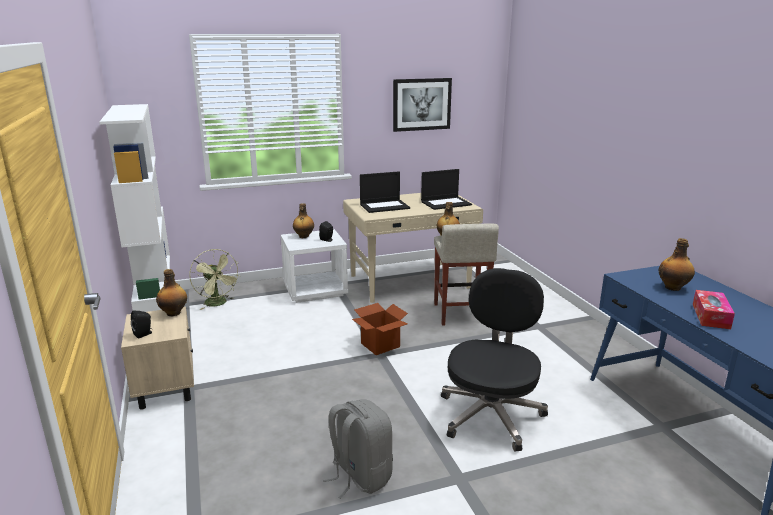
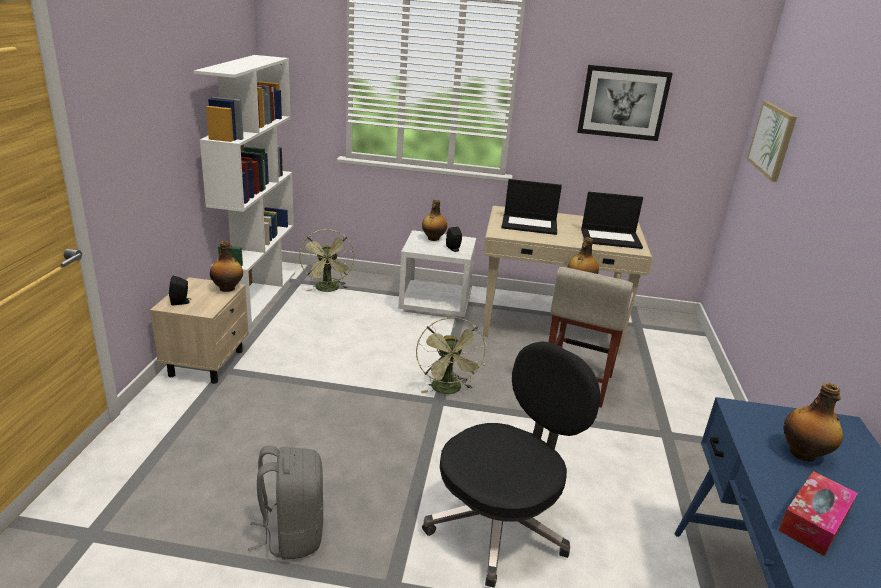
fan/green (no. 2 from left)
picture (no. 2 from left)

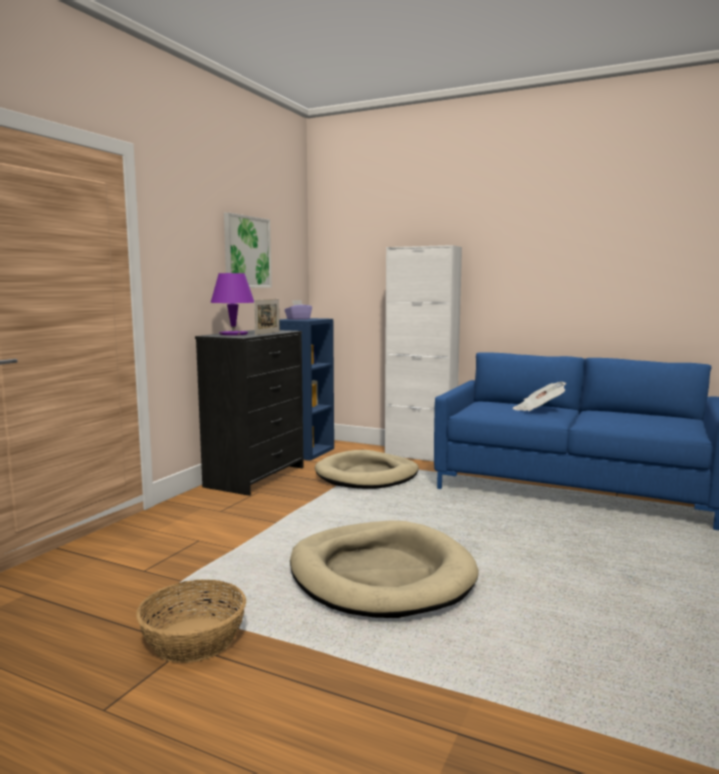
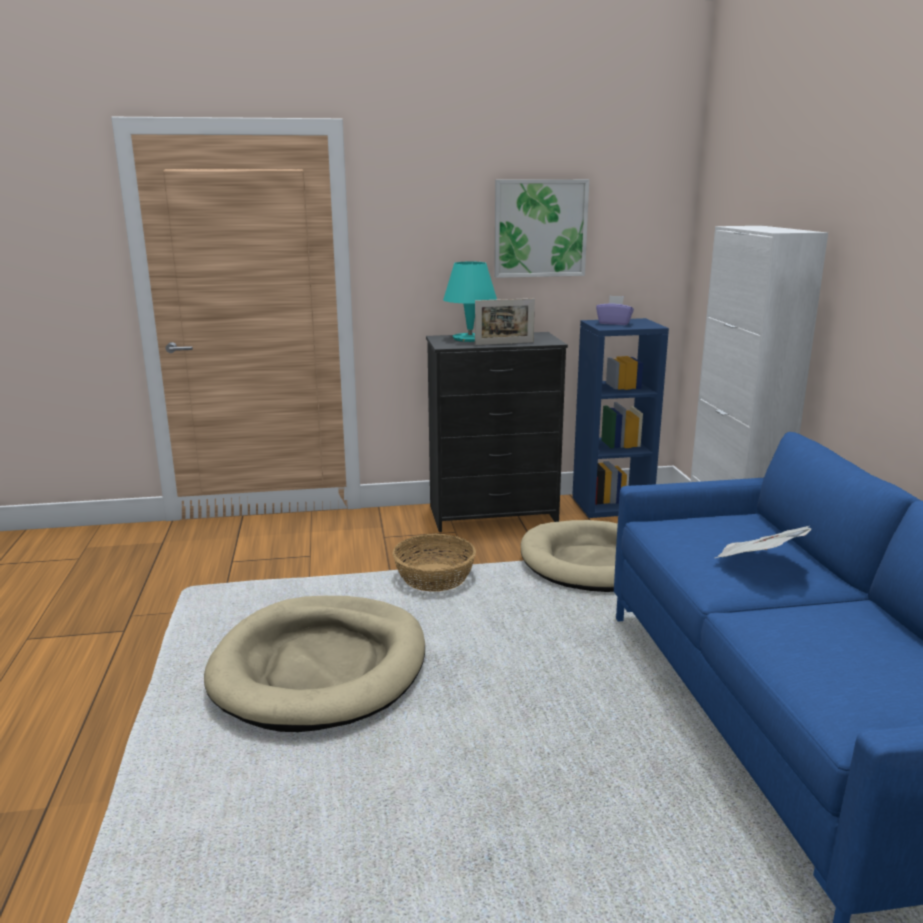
basket
table lamp/turquoise

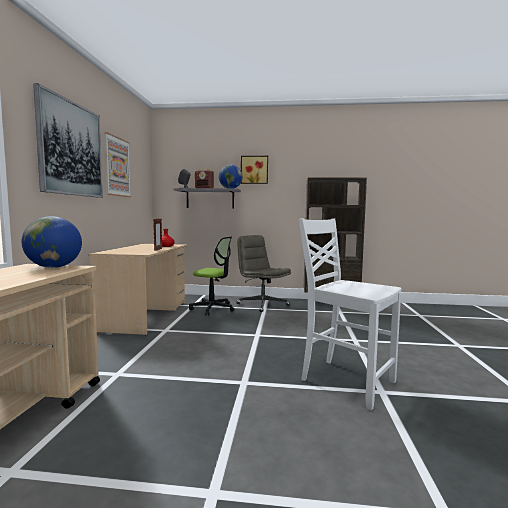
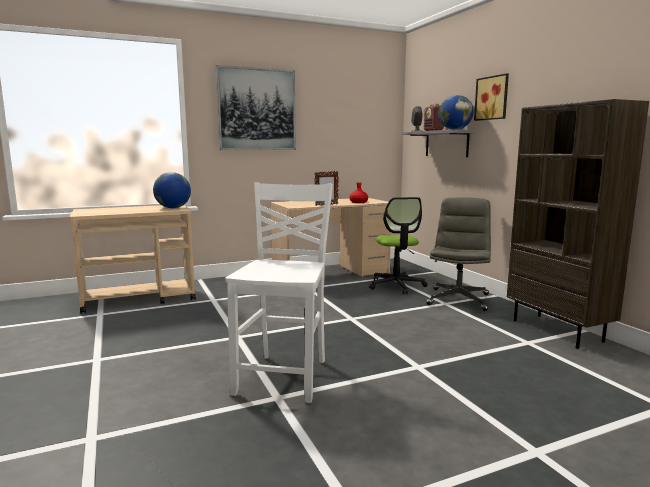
picture (no. 2 from left in the first image)

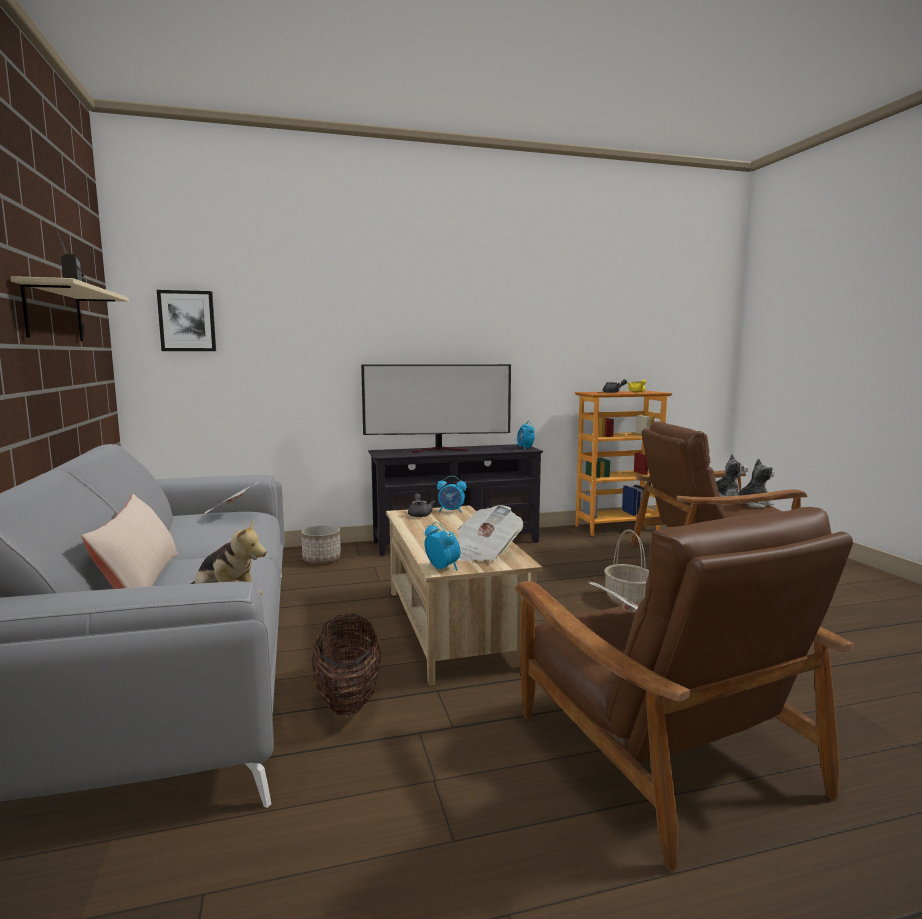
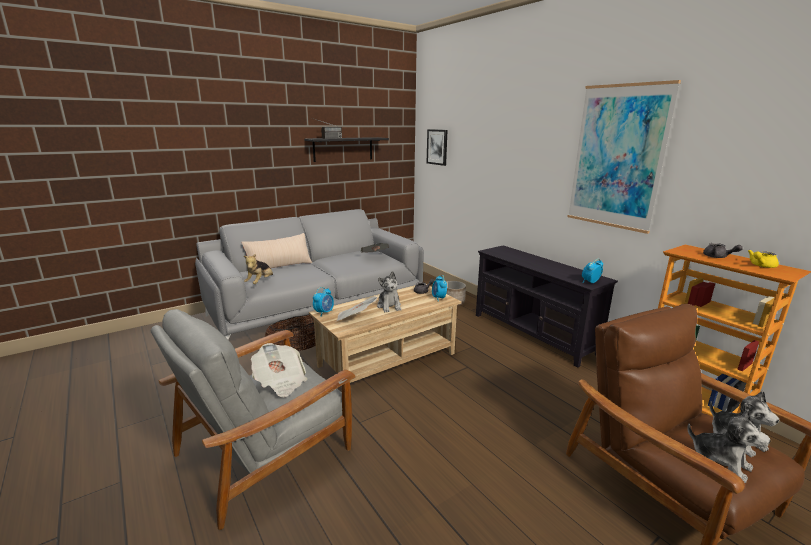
armchair/grey
shelf/black
plush toy (no. 2 from left)
picture (no. 2 from left)
television
basket (no. 2 from left in the first image)

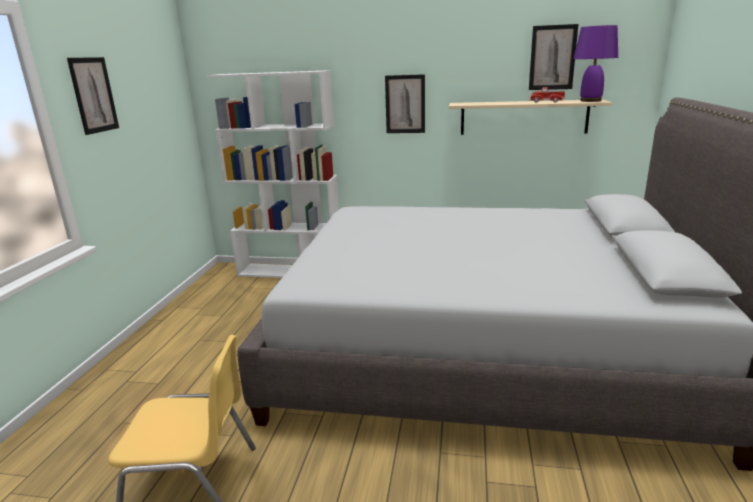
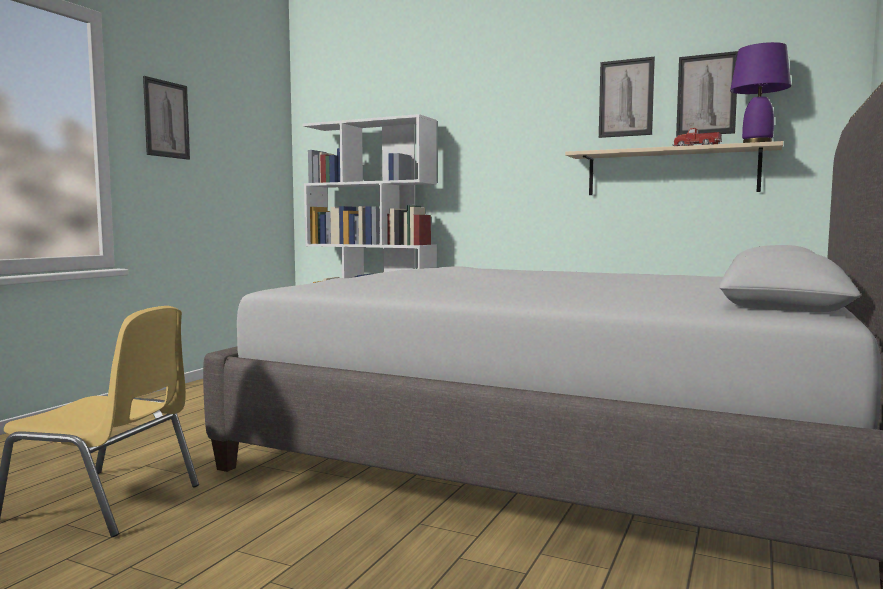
picture (no. 2 from left)

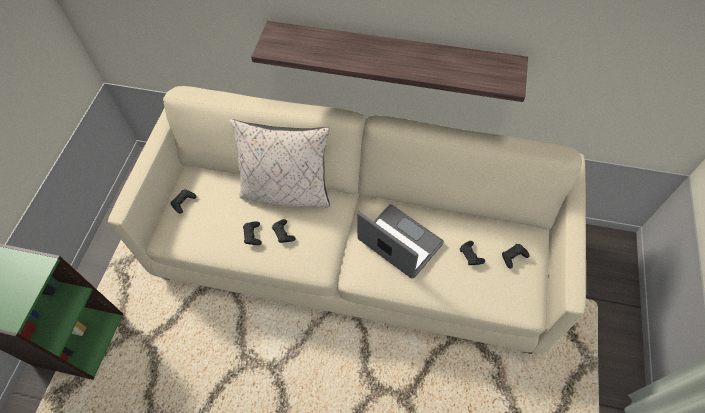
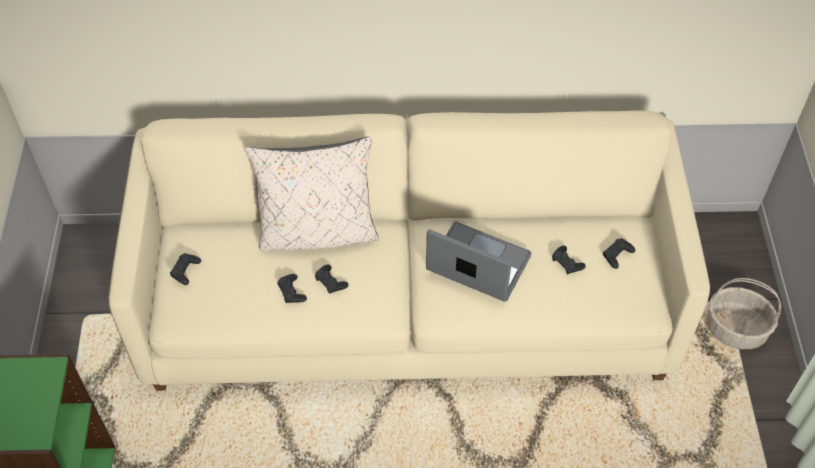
basket
shelf

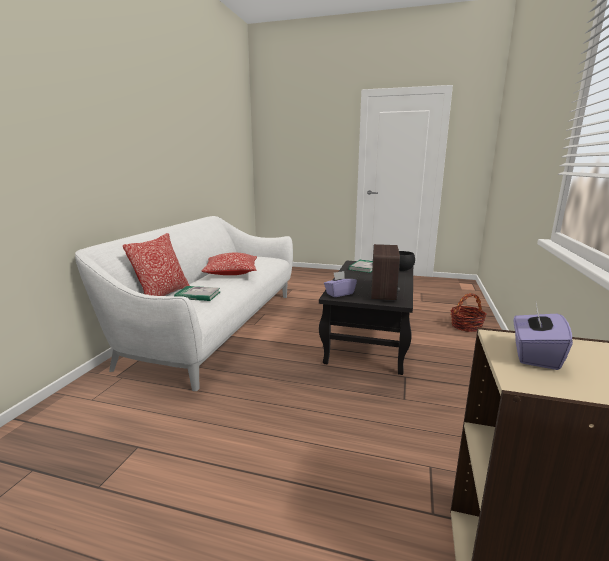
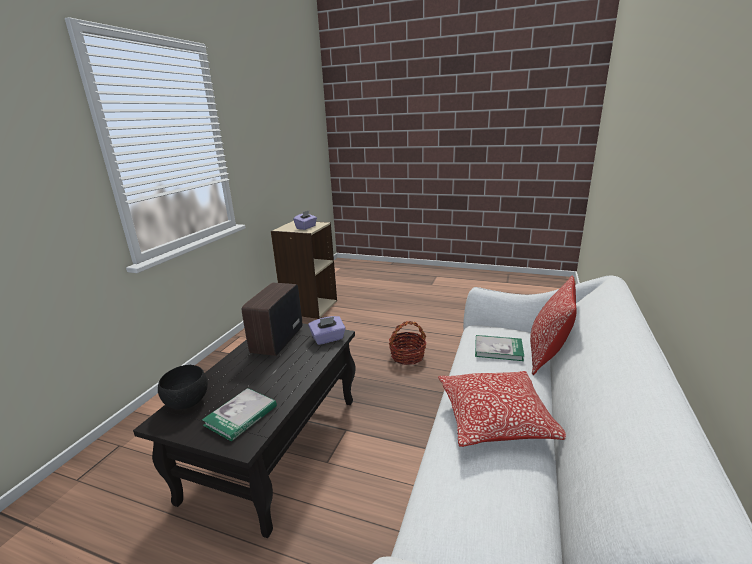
basket

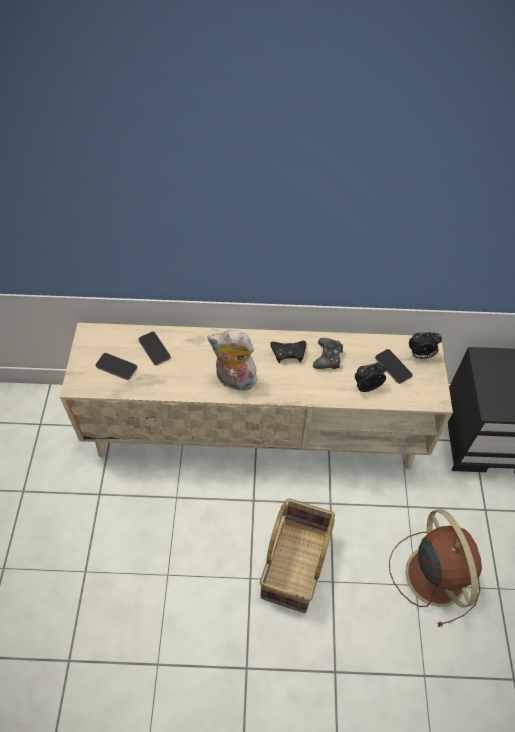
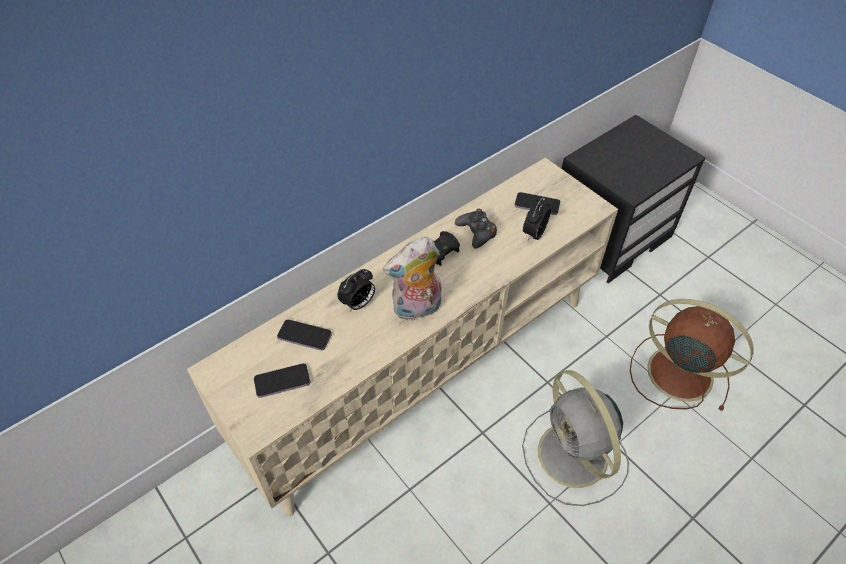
alarm clock (no. 1 from left)
fan/grey

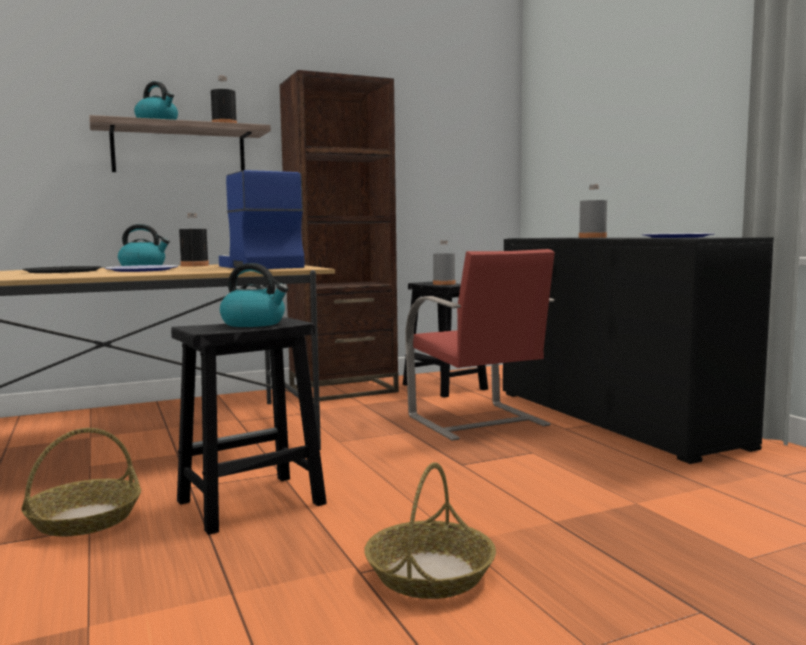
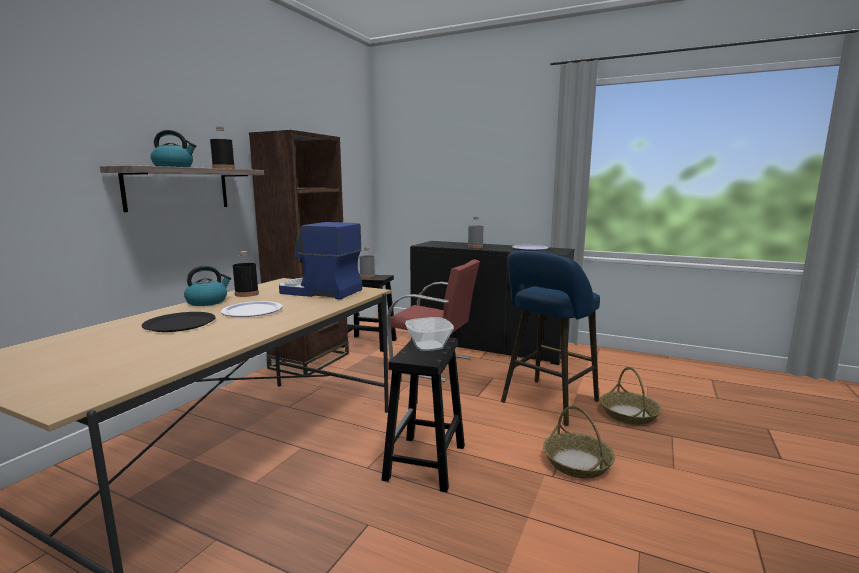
bowl
stool/blue
basket (no. 2 from left)

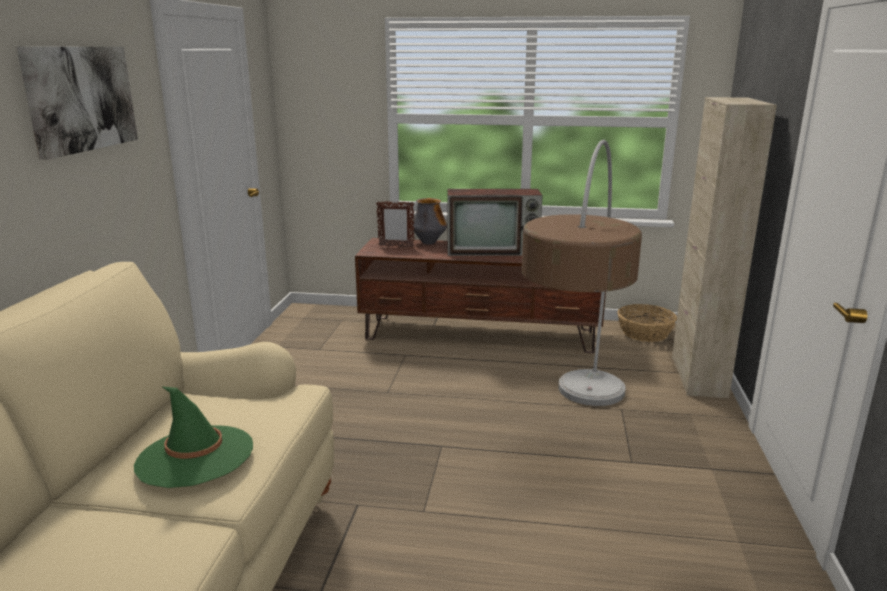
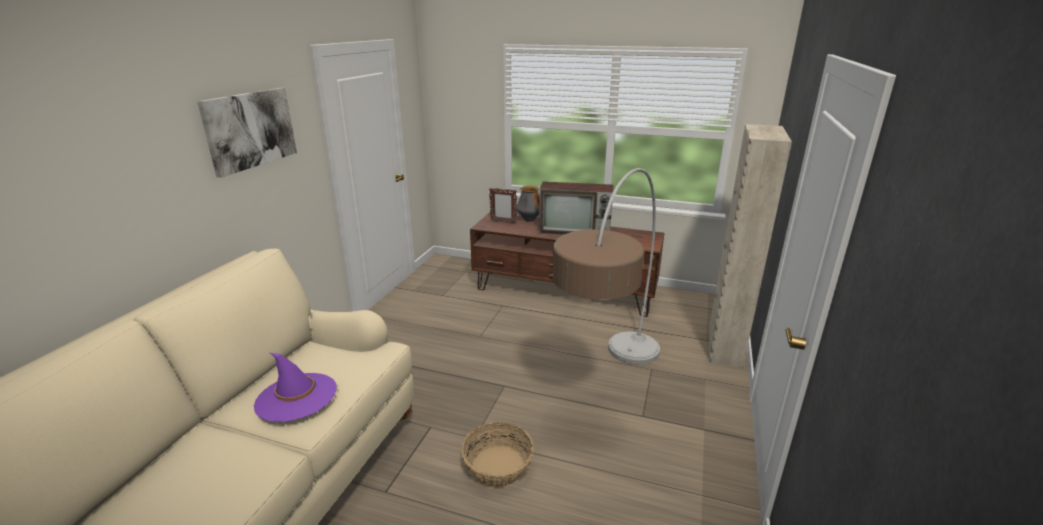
hat/purple
basket

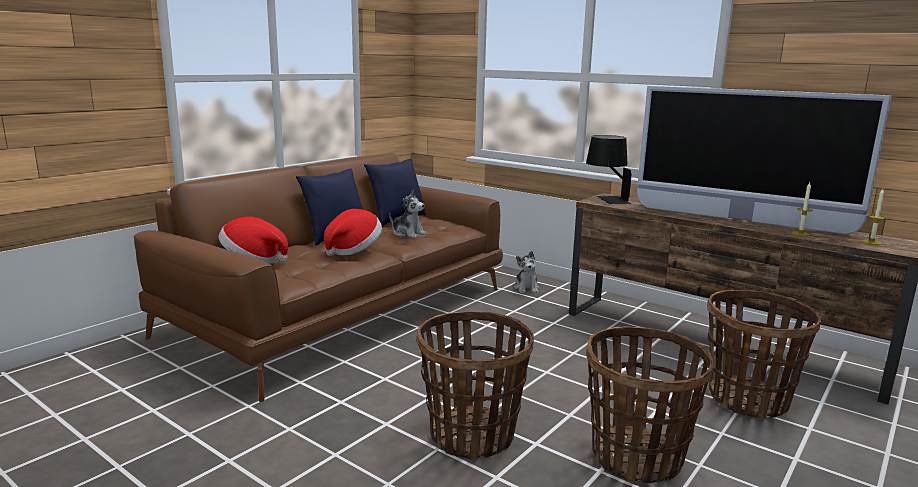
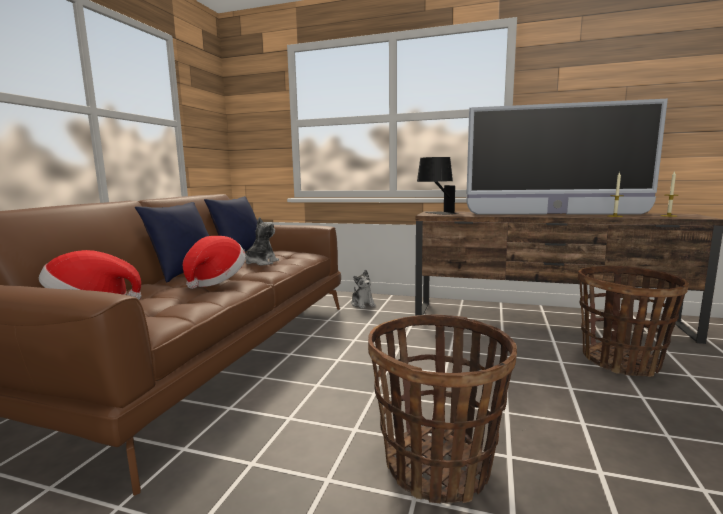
plush toy (no. 1 from left)
basket (no. 2 from left in the first image)

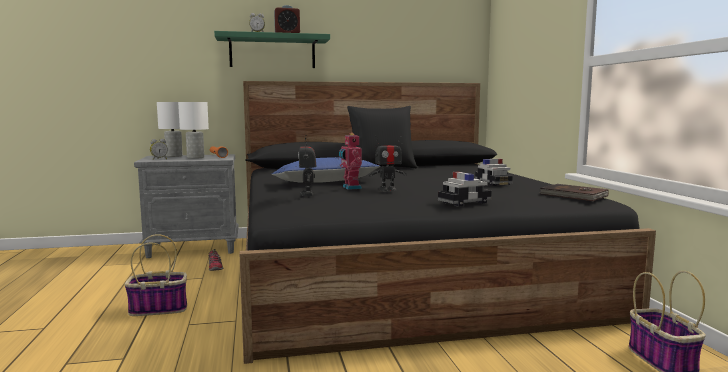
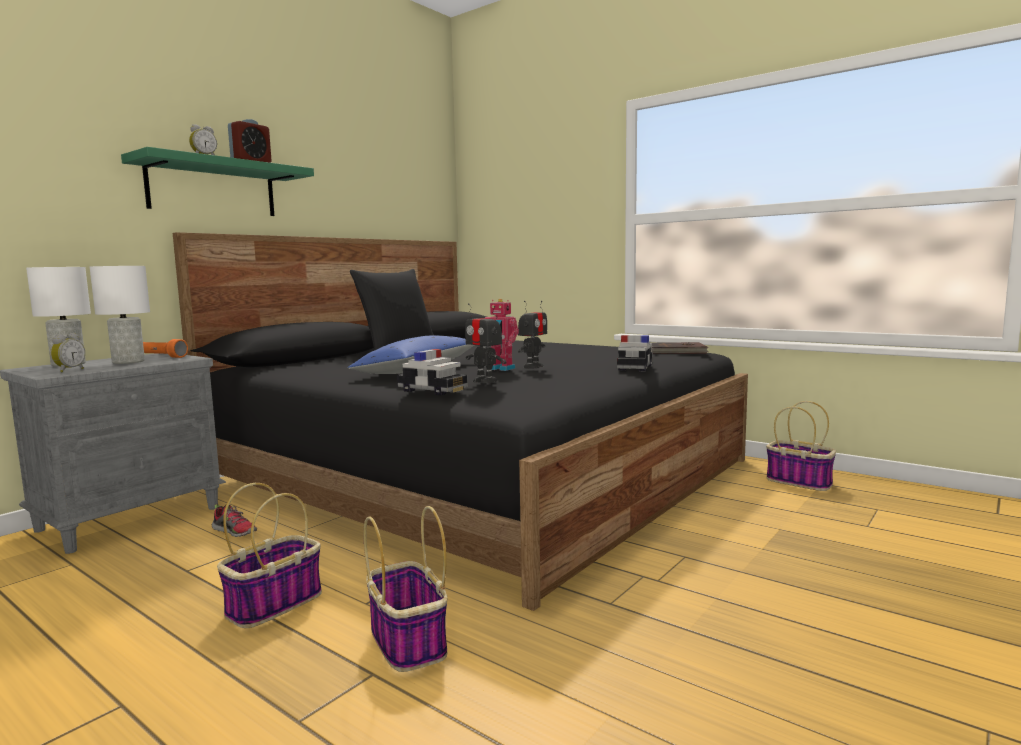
basket (no. 2 from left)
toy car (no. 1 from left)

